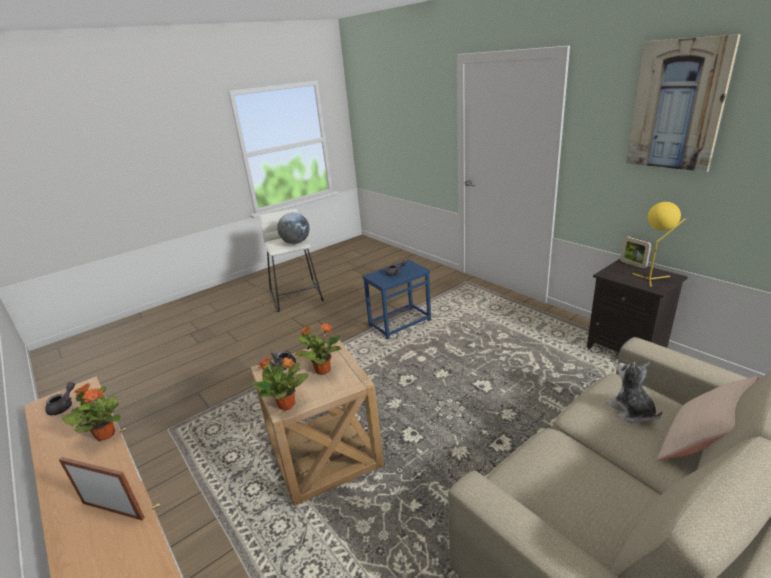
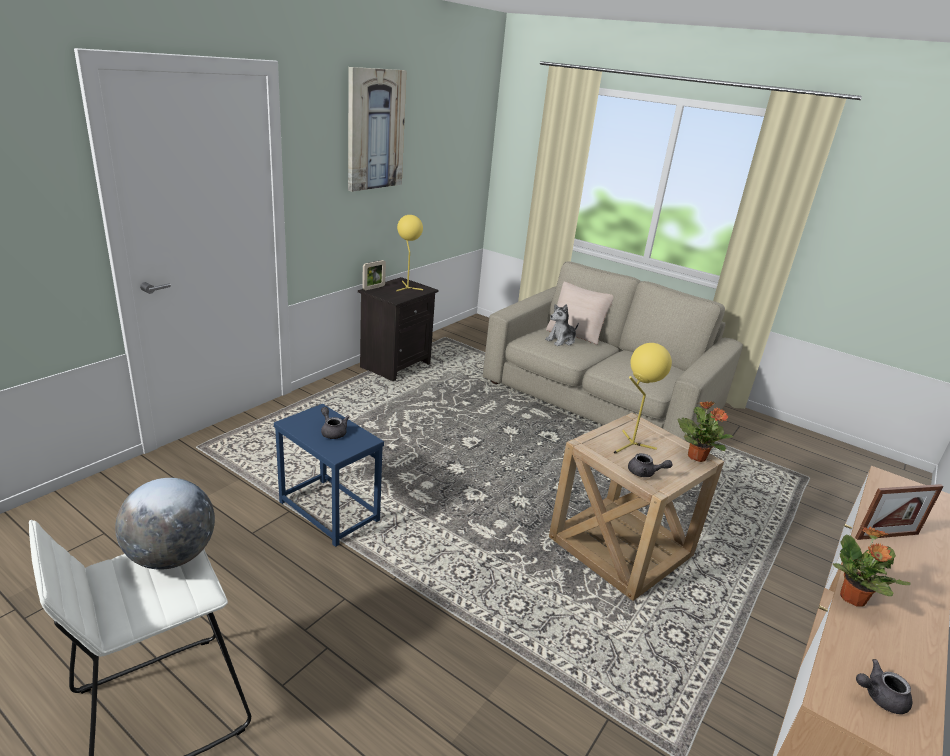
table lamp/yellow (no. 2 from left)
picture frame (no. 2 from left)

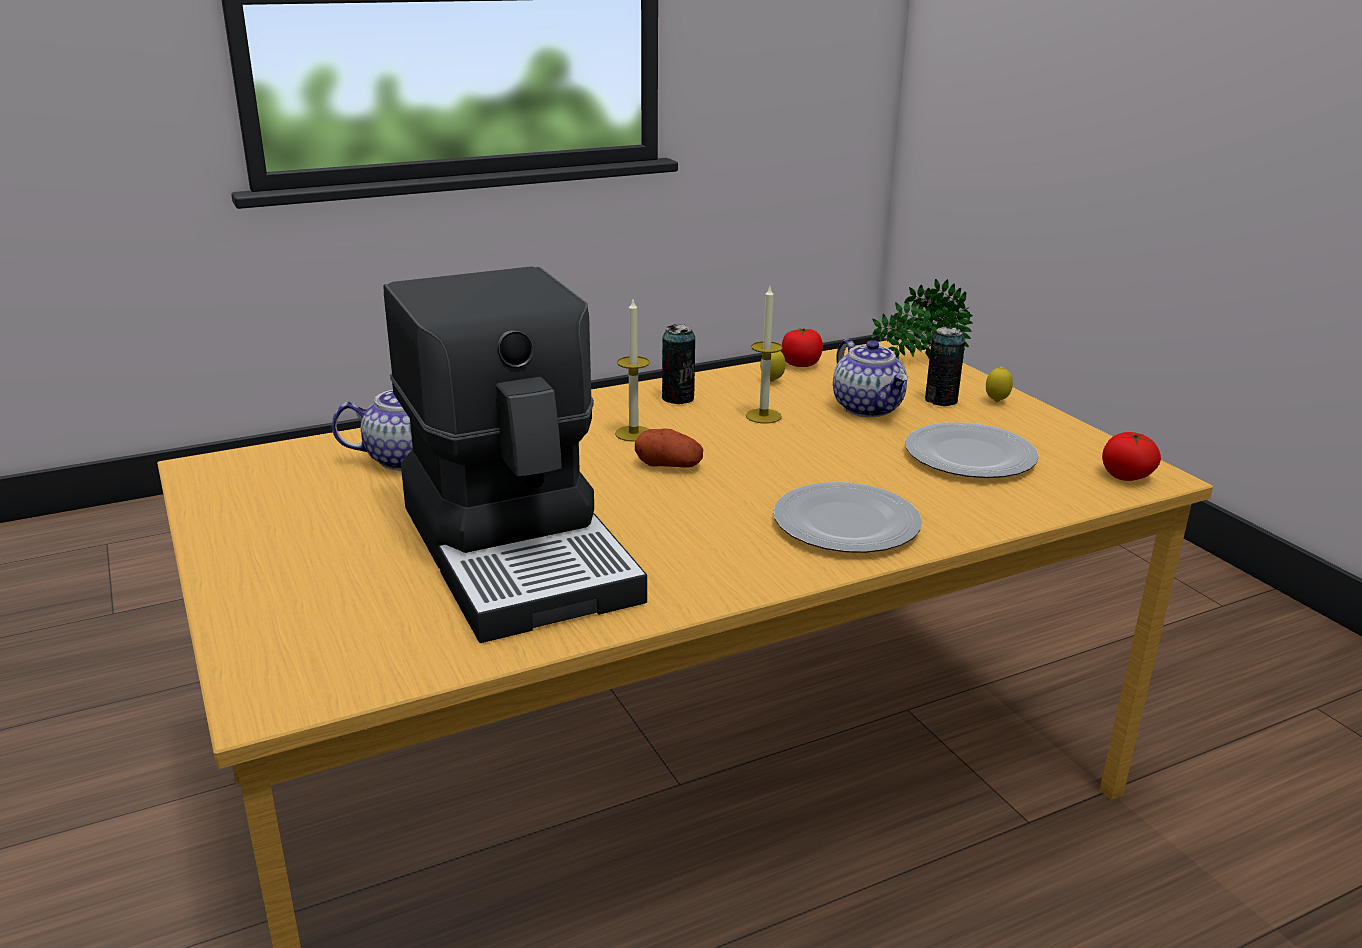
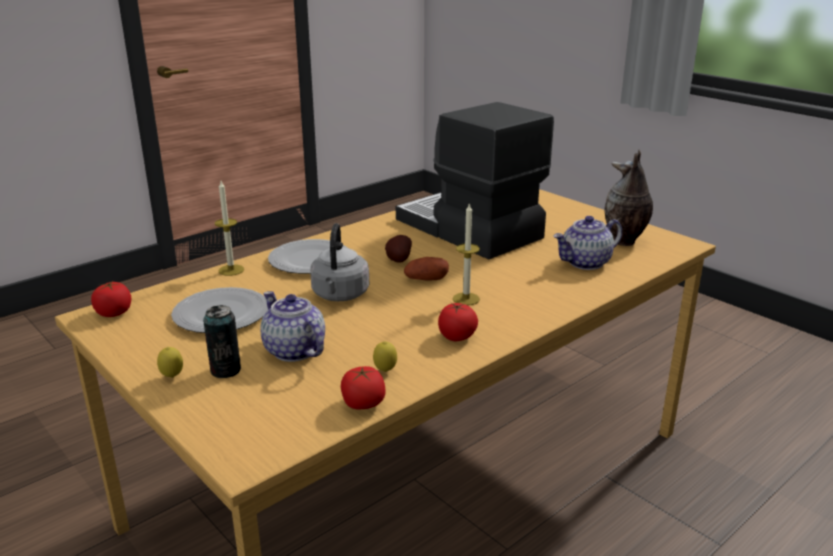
candle (no. 1 from left)
kettle/grey
potato (no. 1 from left)
tomato (no. 3 from left)
vase
potted plant

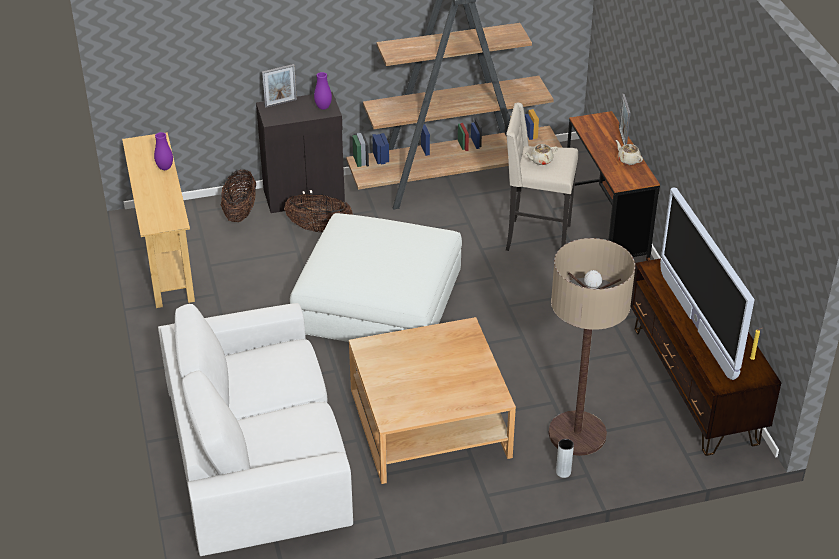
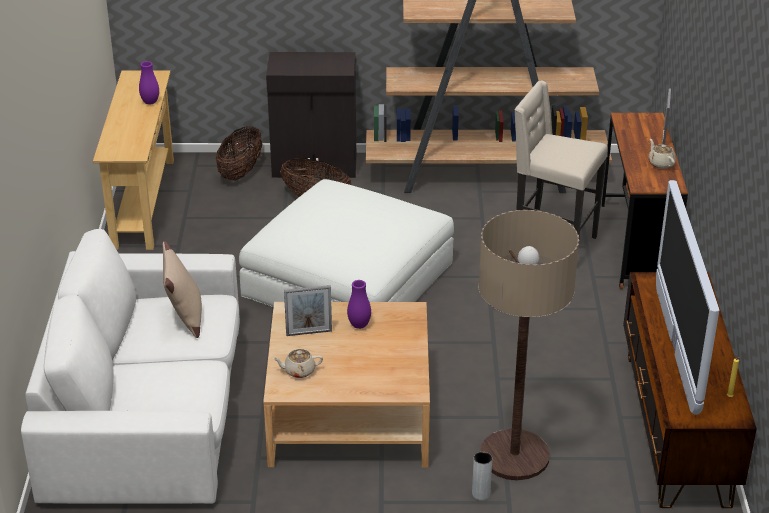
pillow/beige
teapot/beige (no. 1 from left)
picture frame (no. 1 from left)
vase/purple (no. 2 from left)

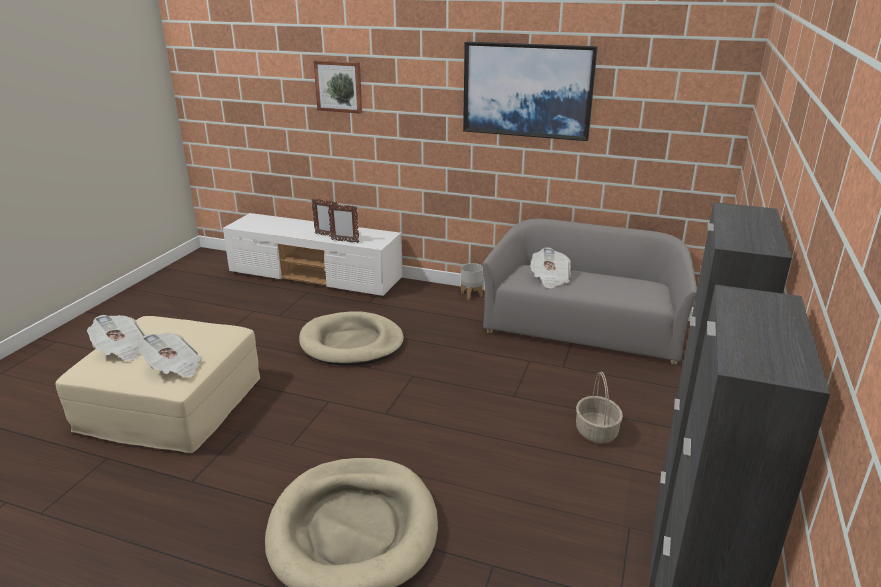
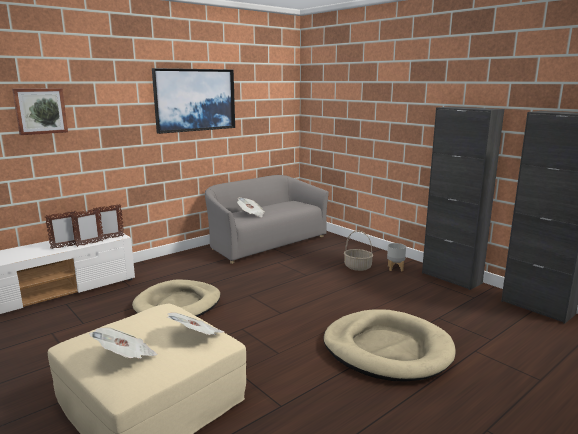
picture frame (no. 3 from left)
planter/grey

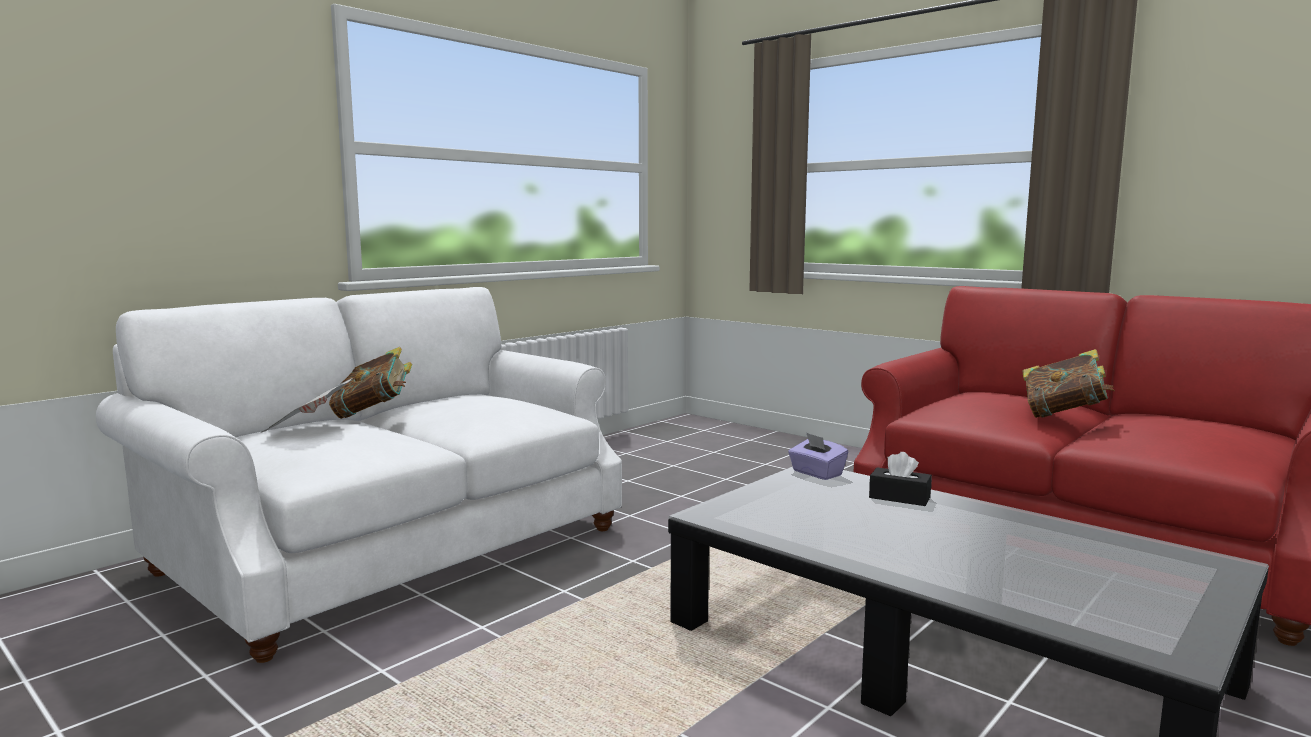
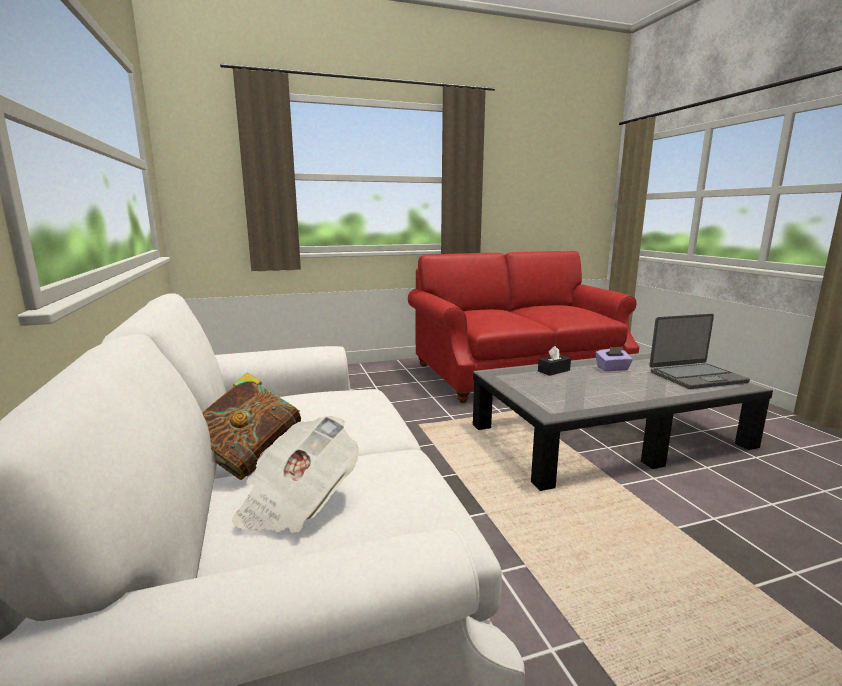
tissue box/purple
laptop
book (no. 2 from left in the first image)

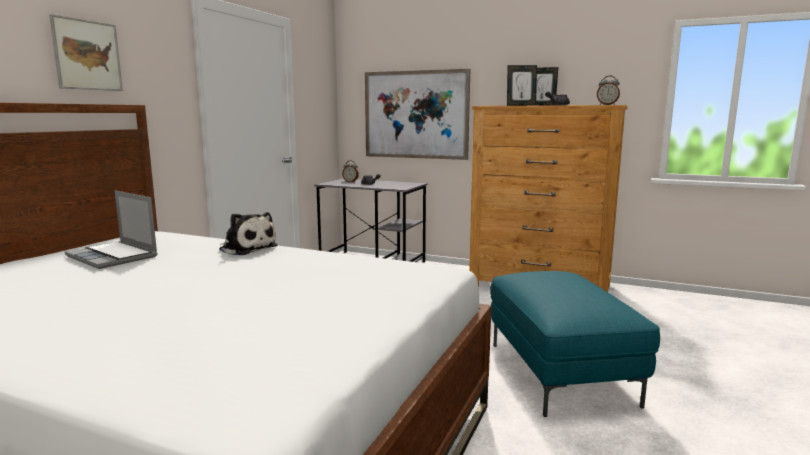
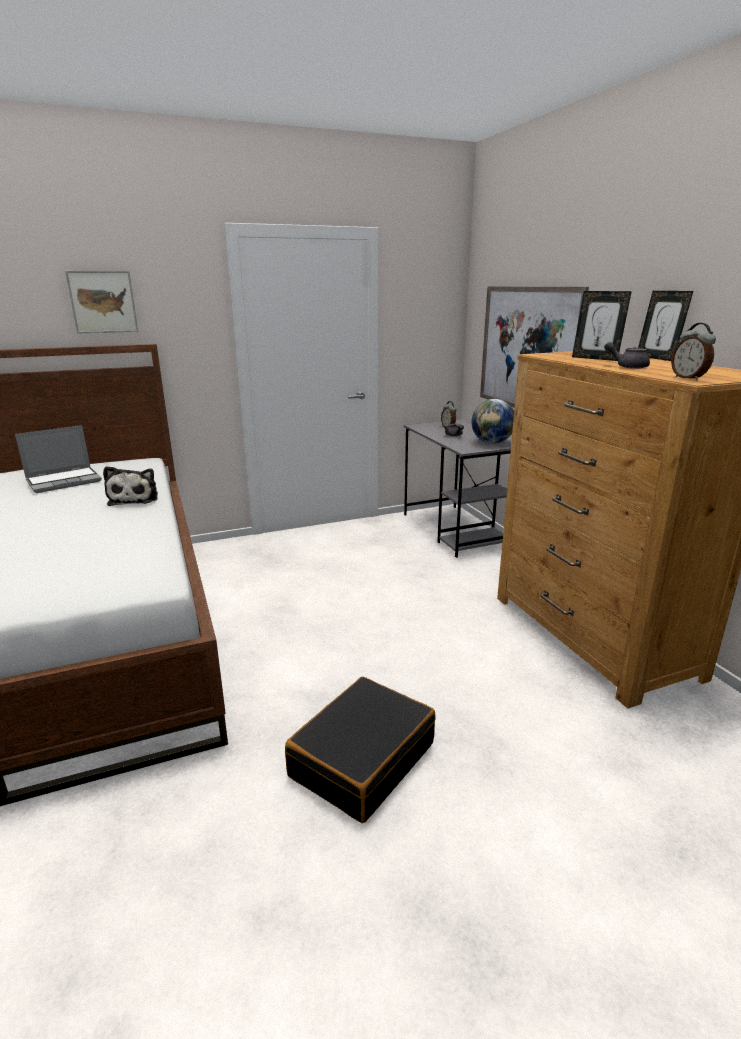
laptop
suitcase/black
globe

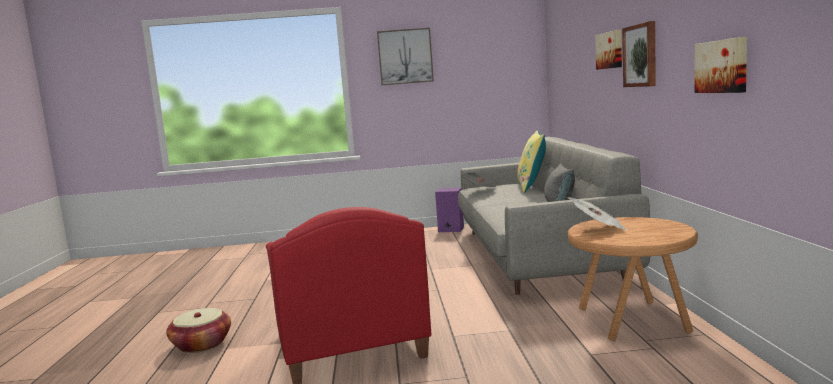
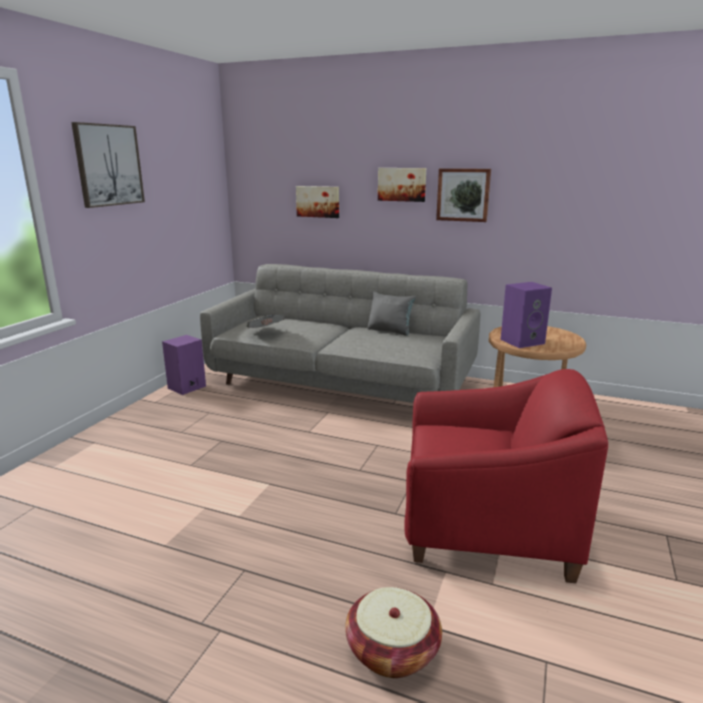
picture (no. 2 from left)
speaker/purple (no. 2 from left)
pillow/yellow

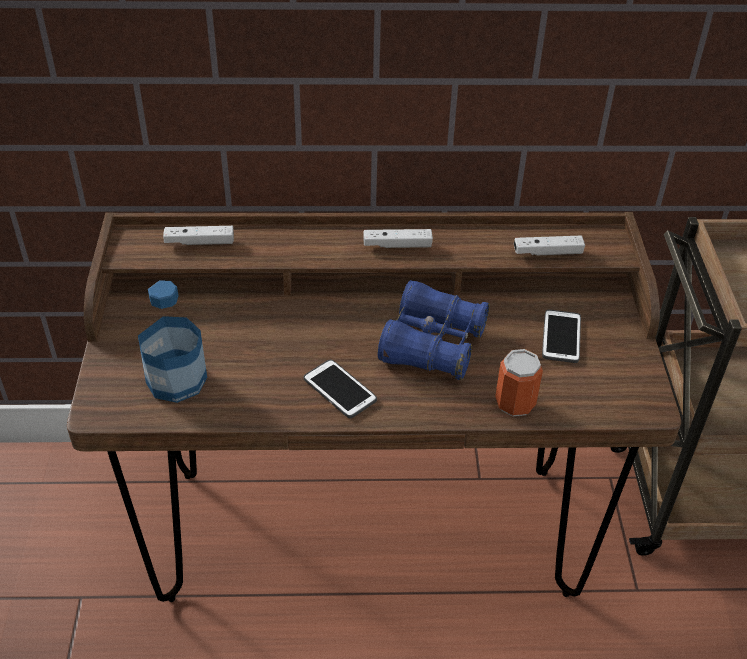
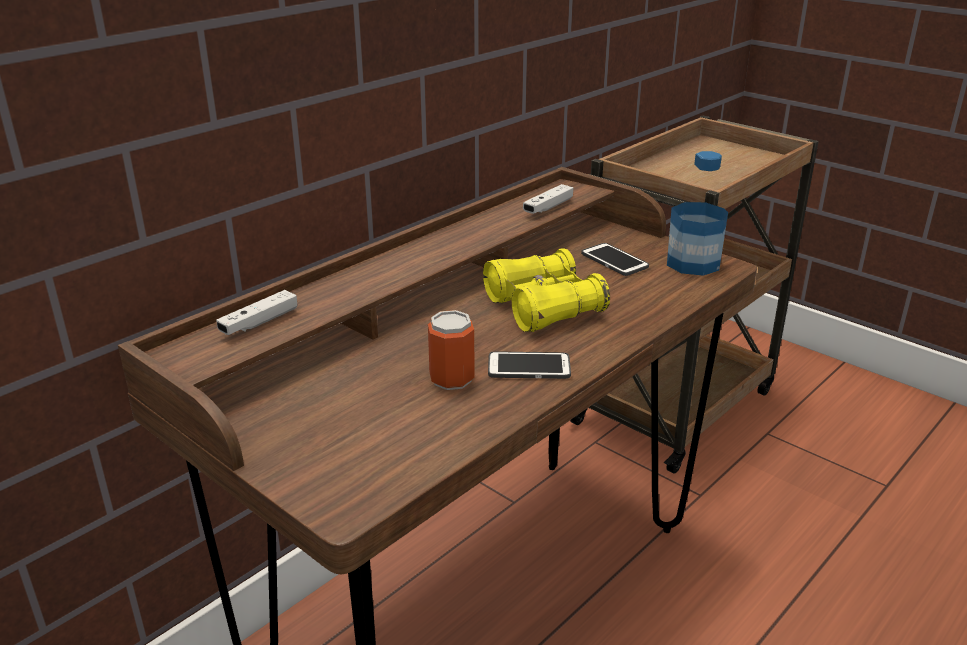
can
binoculars/yellow
bottle
game controller/white (no. 2 from left in the first image)

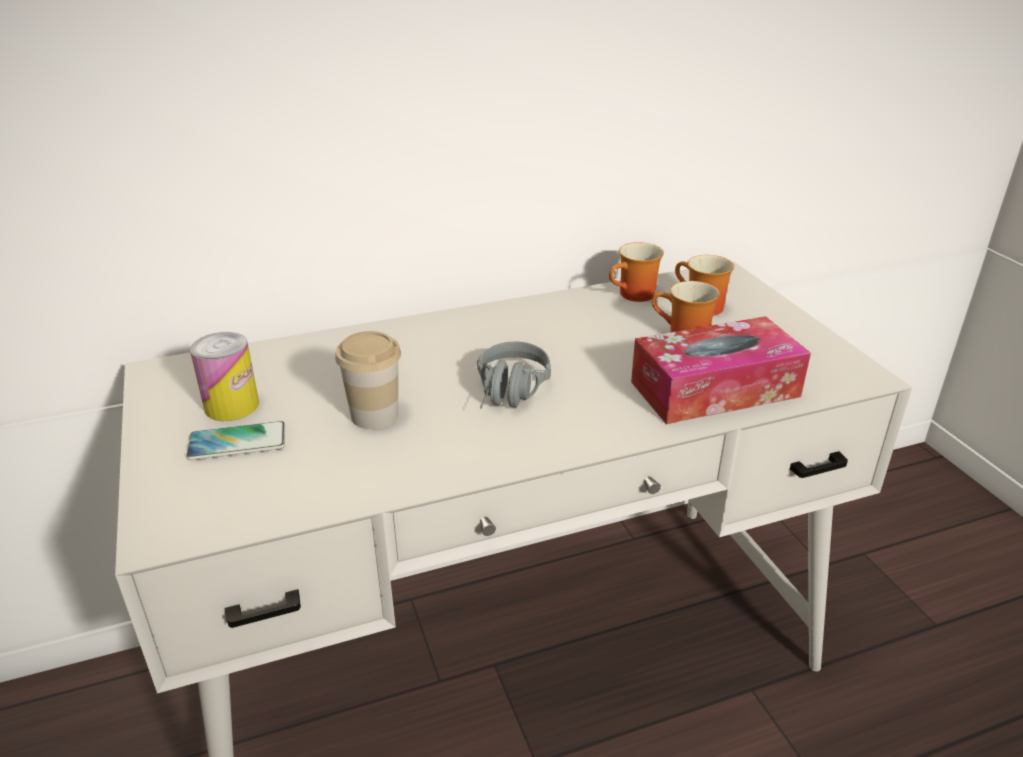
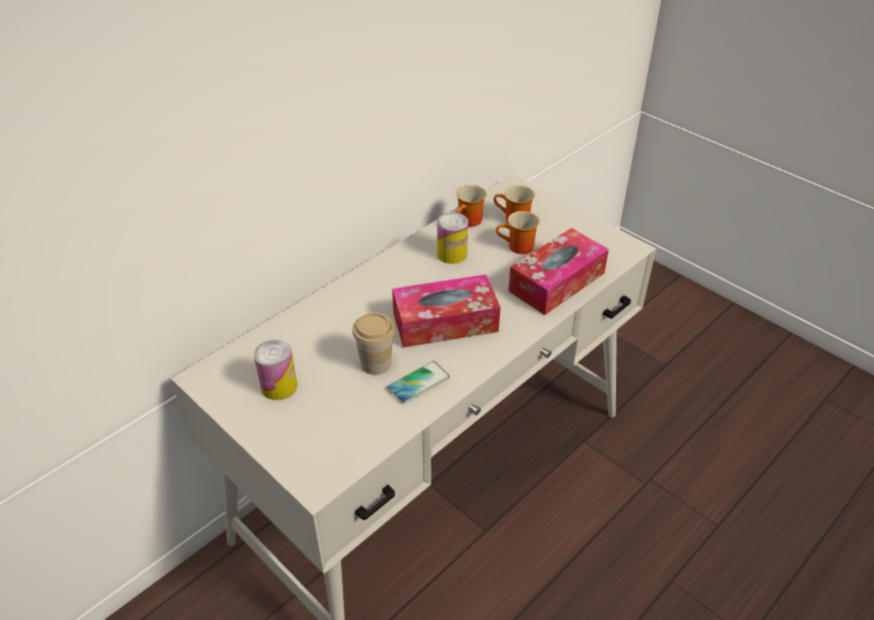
phone
tissue box (no. 1 from left)
can (no. 2 from left)

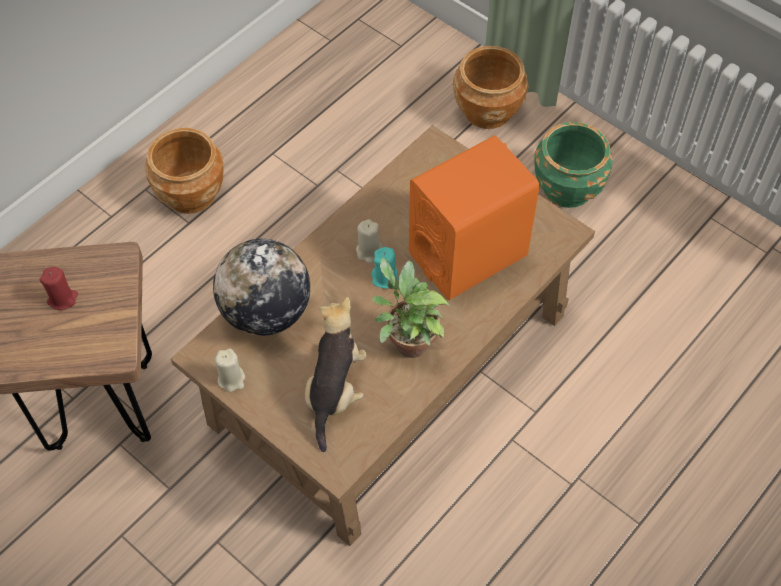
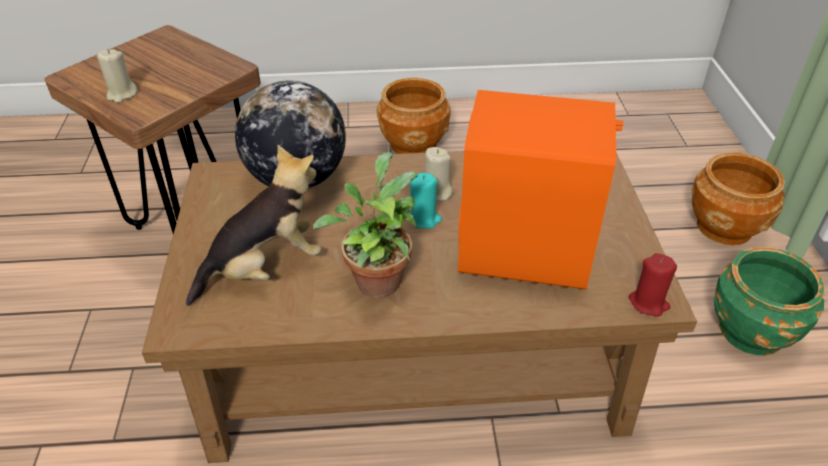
candle/beige (no. 1 from left)
candle/red

